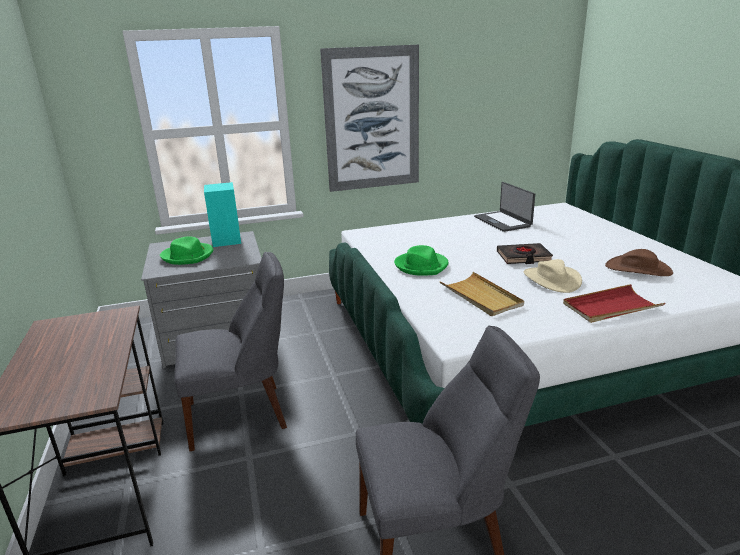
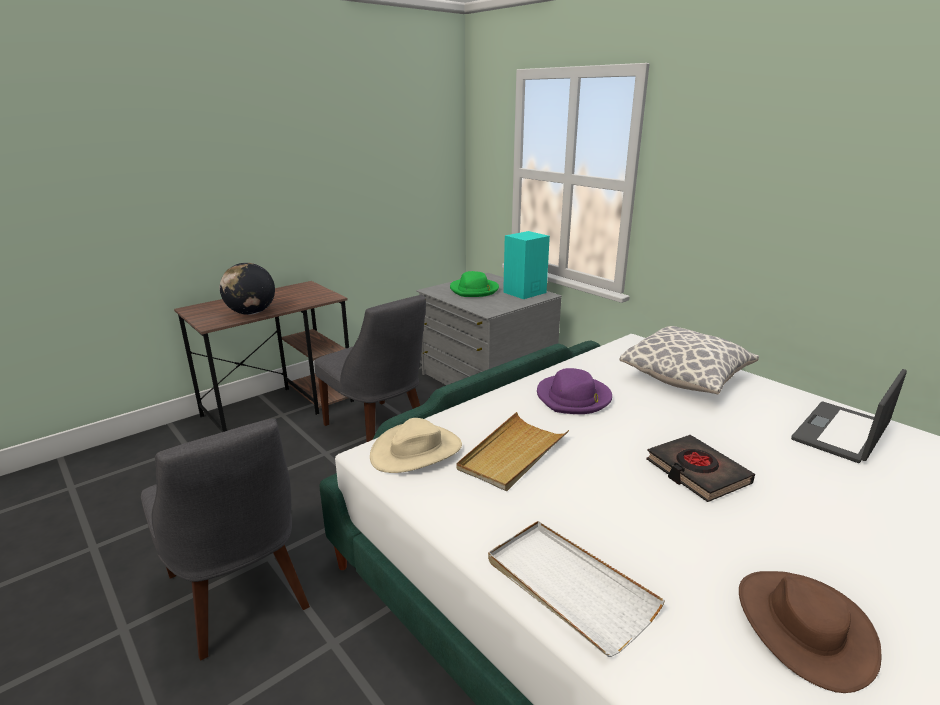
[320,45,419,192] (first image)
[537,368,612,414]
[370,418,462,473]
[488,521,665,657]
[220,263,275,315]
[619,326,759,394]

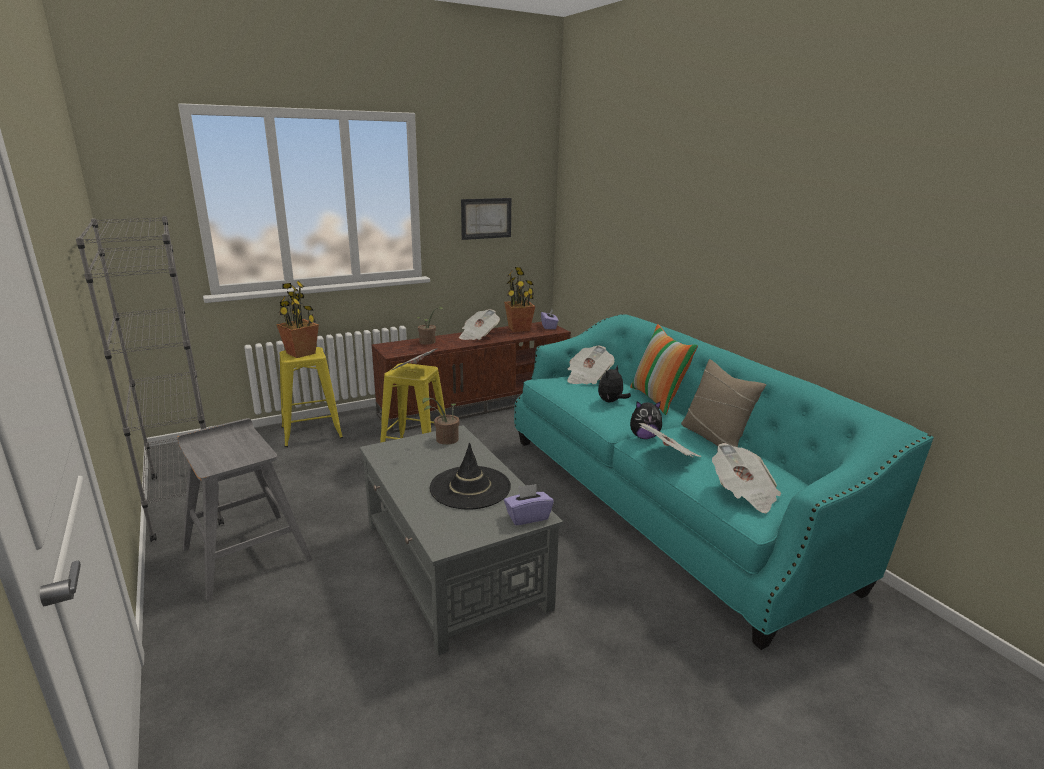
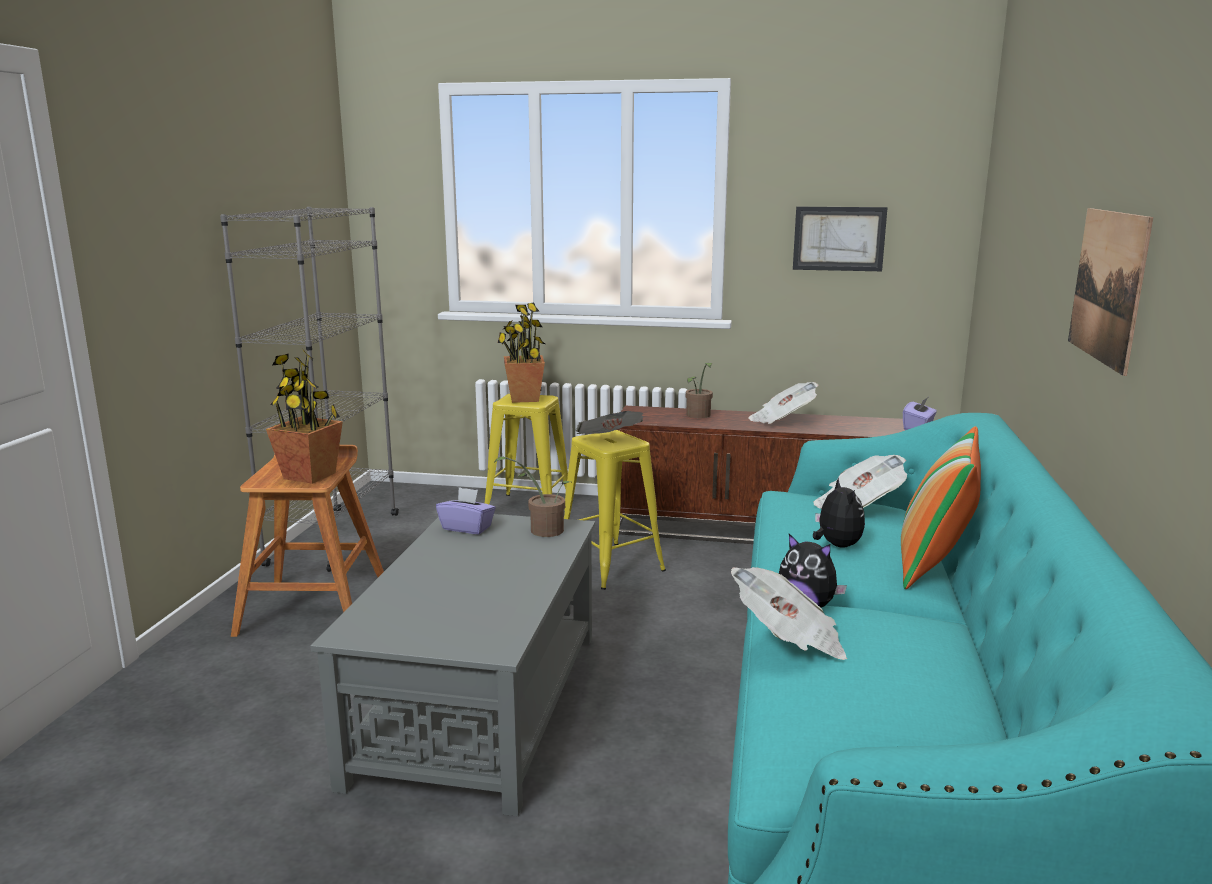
[266,350,343,484]
[681,359,766,447] (first image)
[813,477,865,548]
[231,445,384,637]
[430,443,511,509] (first image)
[712,443,781,513] (first image)
[436,487,496,535]
[1068,208,1153,376]

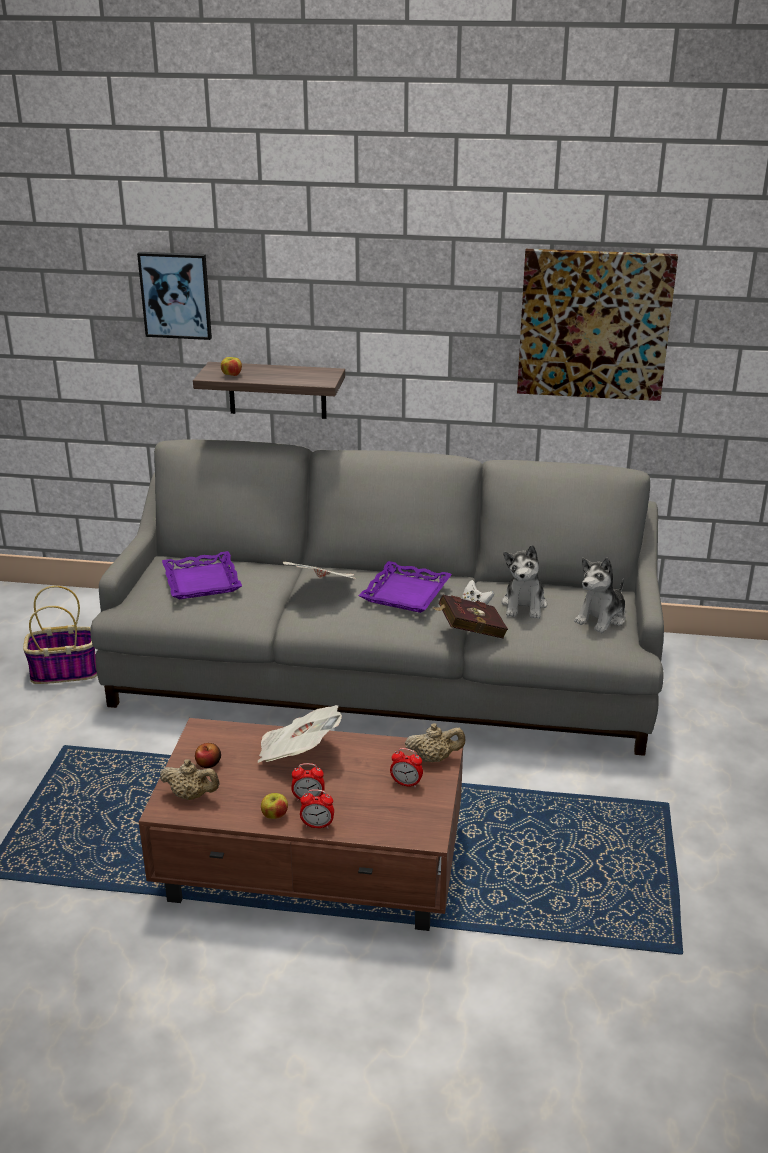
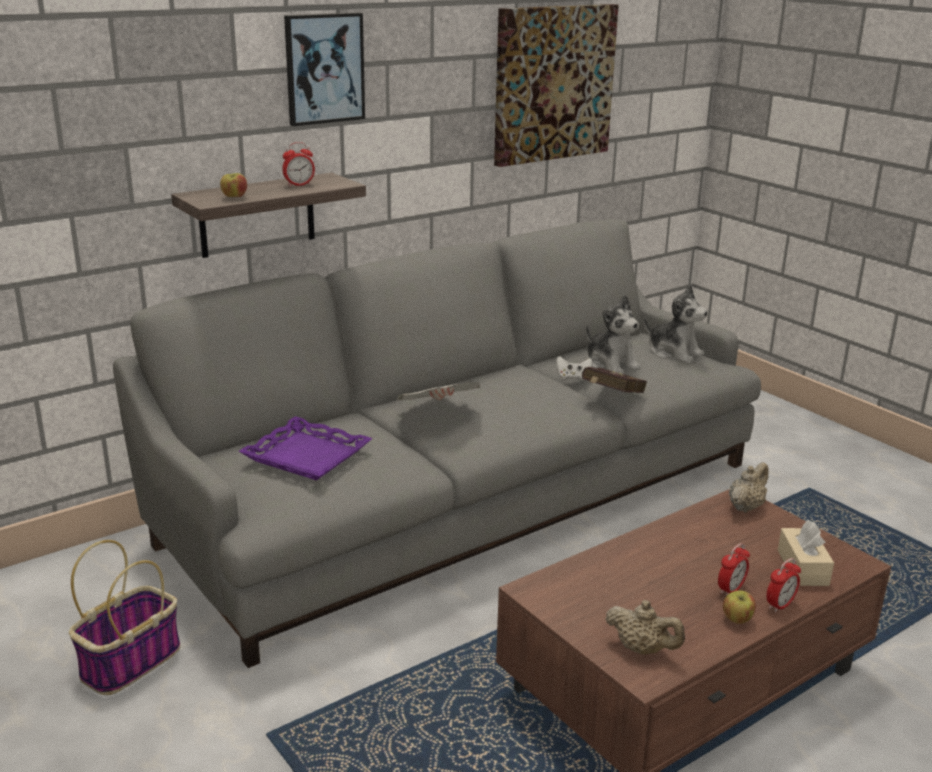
[284,13,365,126]
[644,285,708,364]
[359,561,452,613] (first image)
[258,705,342,763] (first image)
[195,743,221,768] (first image)
[282,142,315,187]
[605,600,685,655]
[778,520,834,586]

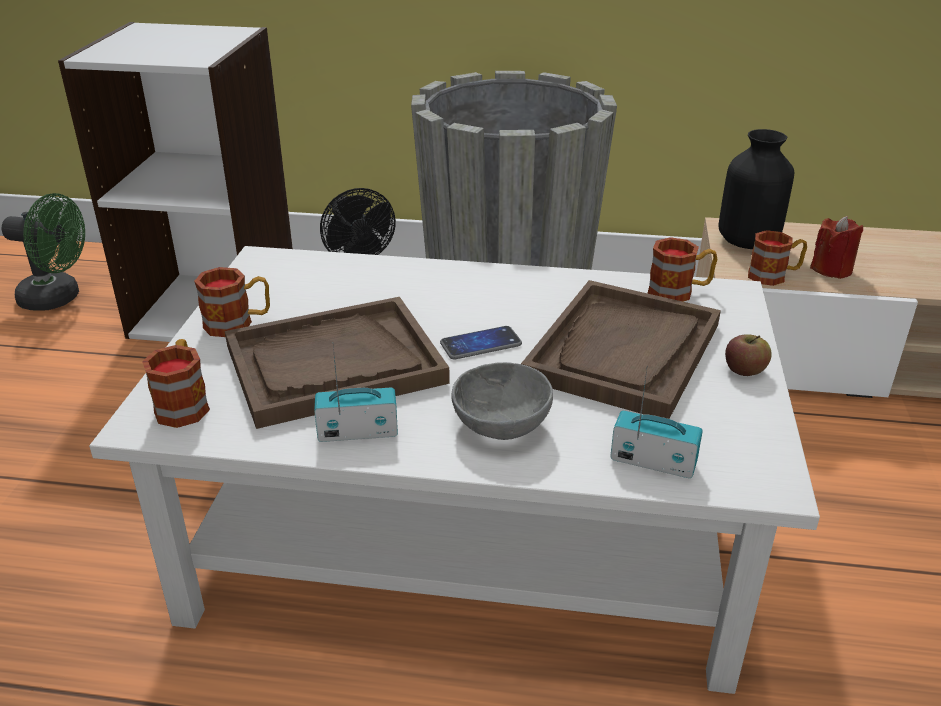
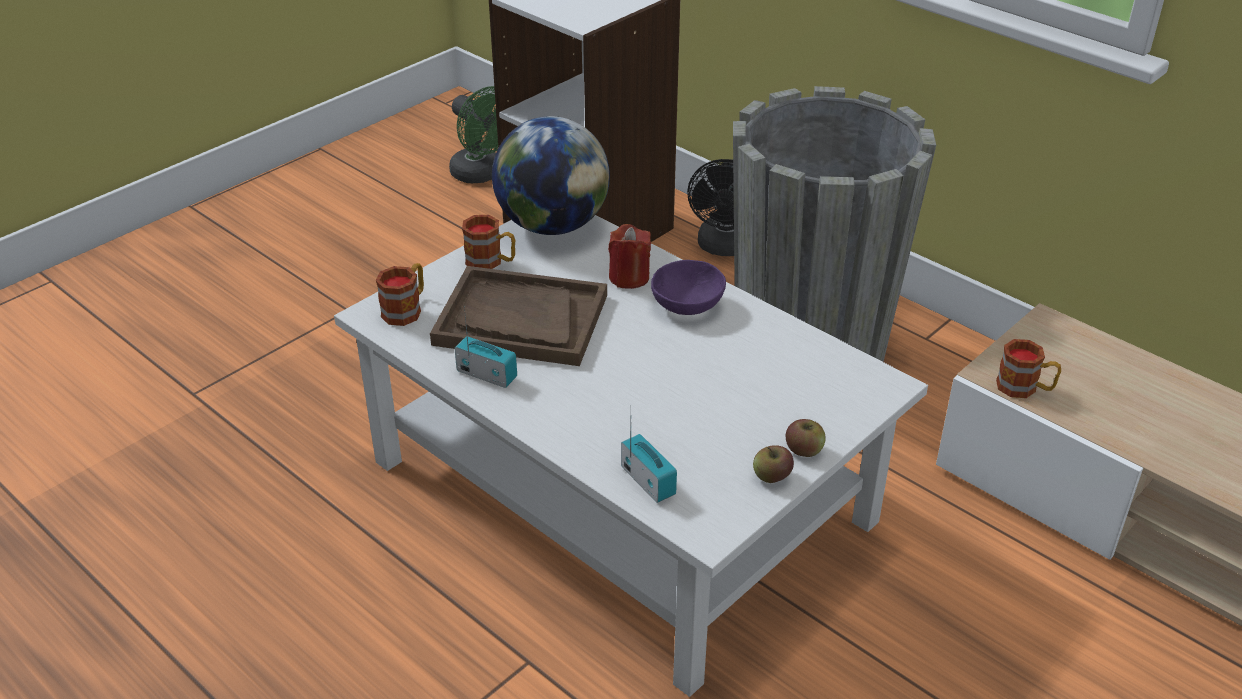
[719,129,794,249] (first image)
[608,224,651,289]
[648,237,718,302] (first image)
[521,280,721,419] (first image)
[440,326,522,360] (first image)
[451,362,553,440] (first image)
[492,116,610,235]
[651,260,726,315]
[753,445,794,483]

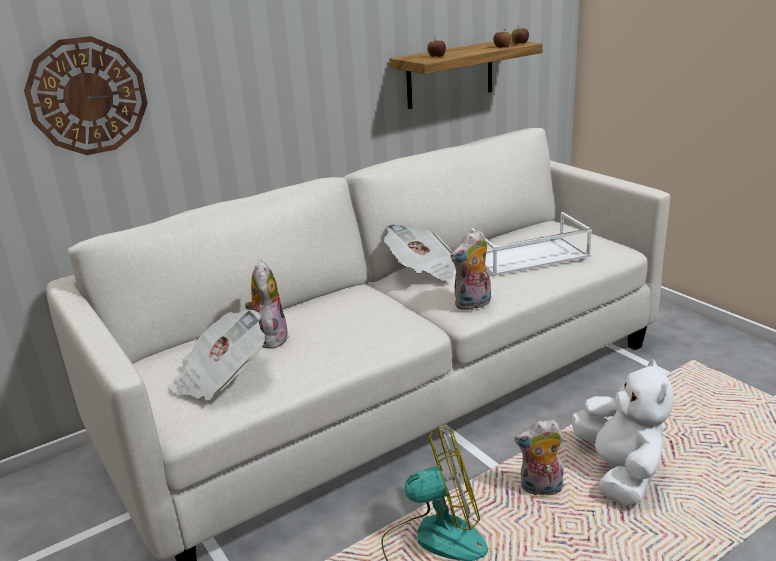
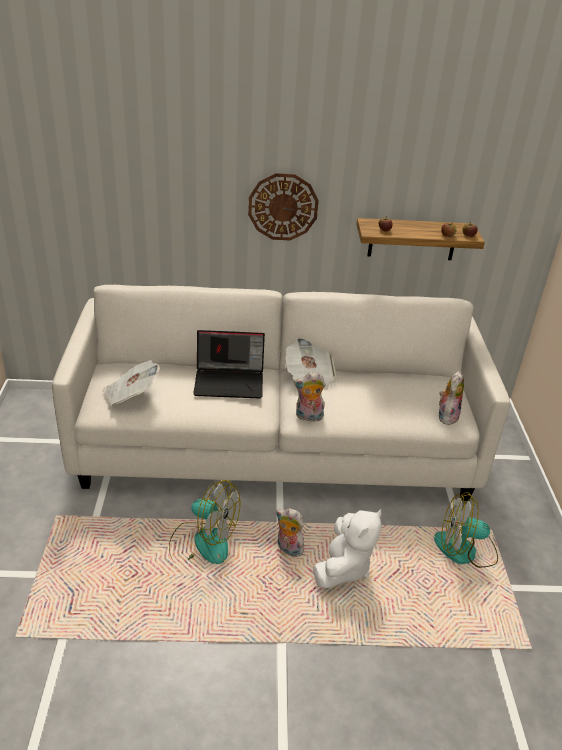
[248,173,319,240]
[471,212,592,276] (first image)
[439,371,464,425]
[193,330,265,398]
[434,492,498,568]

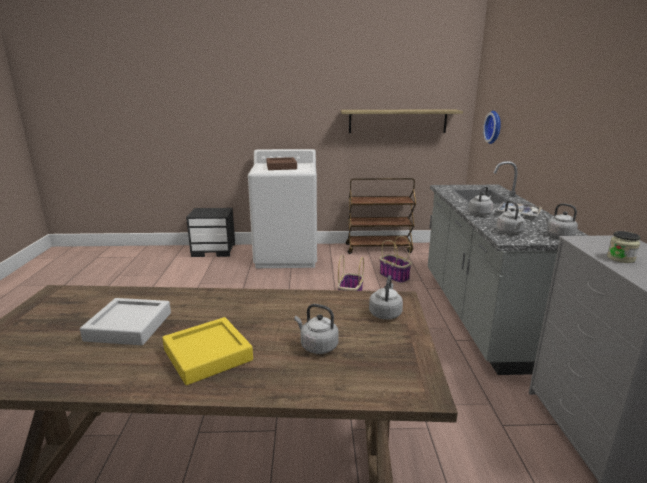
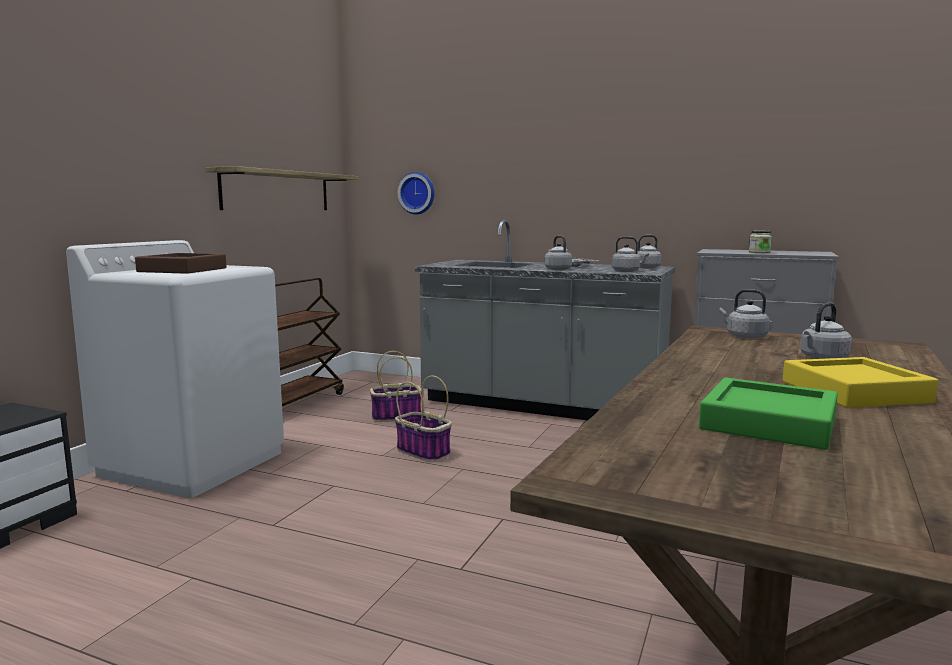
[699,378,838,450]

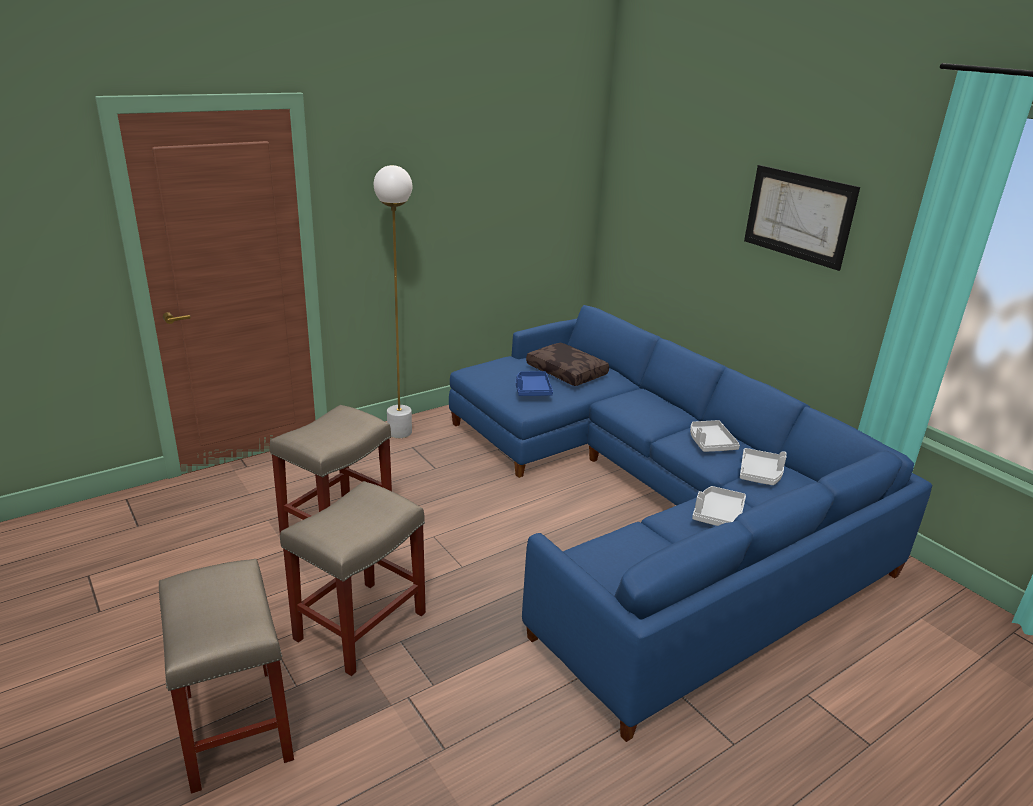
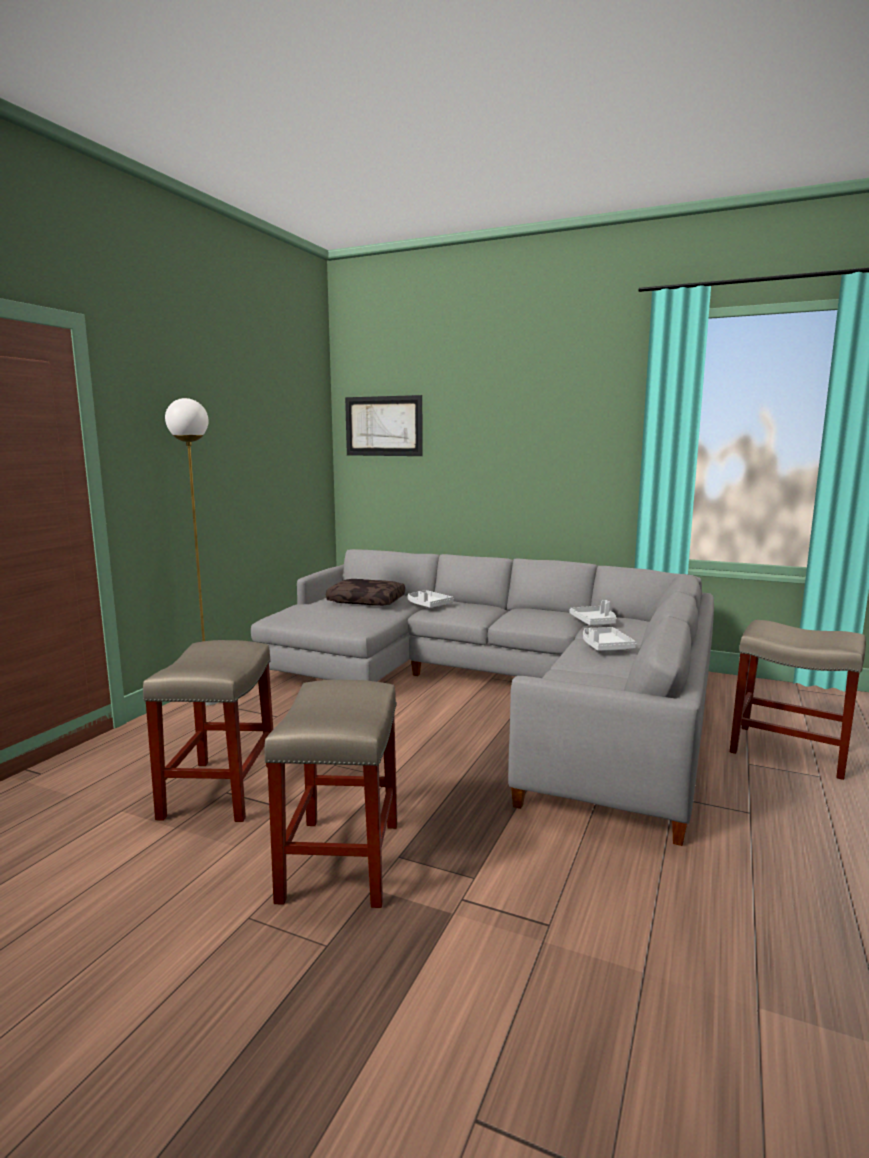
[345,395,423,456]
[251,549,714,846]
[516,371,553,396] (first image)
[407,590,454,608]
[730,620,866,780]

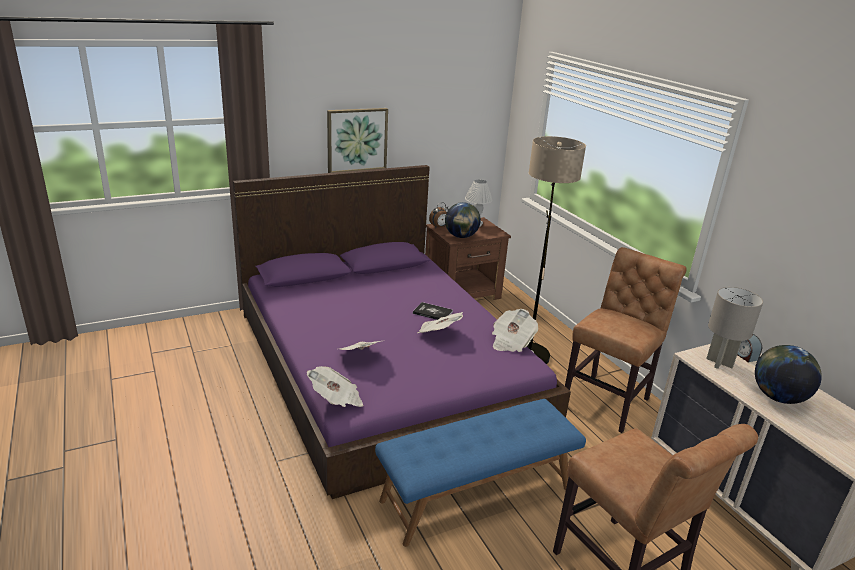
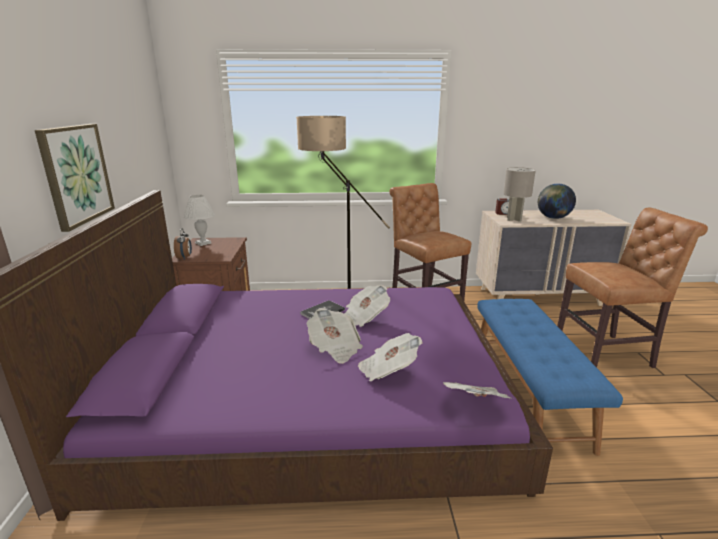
[445,202,481,238] (first image)
[307,308,363,364]

